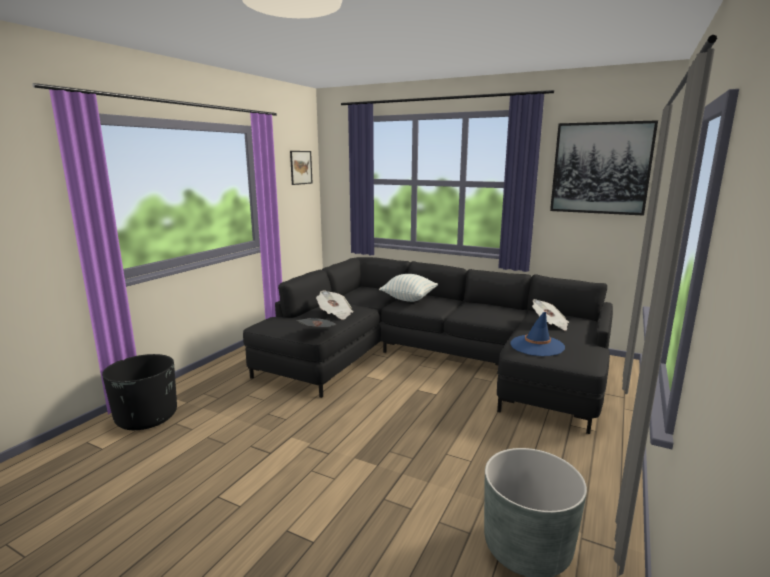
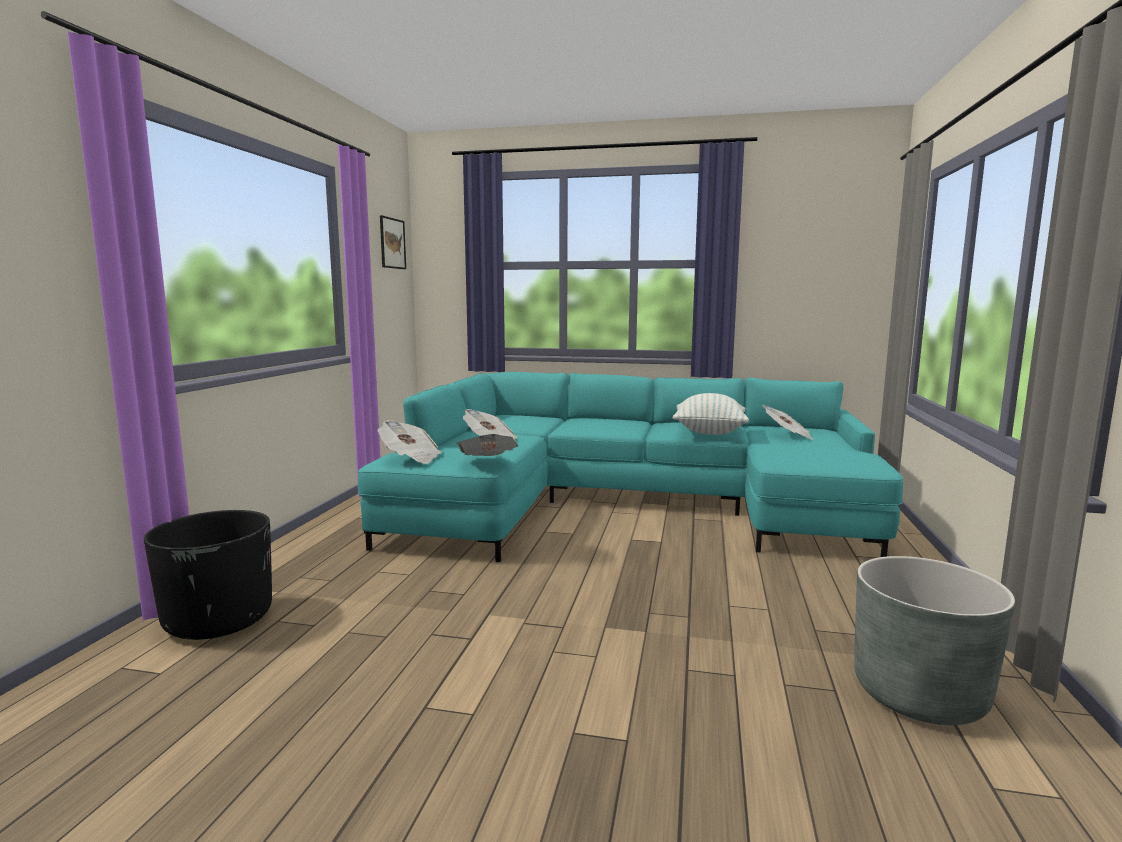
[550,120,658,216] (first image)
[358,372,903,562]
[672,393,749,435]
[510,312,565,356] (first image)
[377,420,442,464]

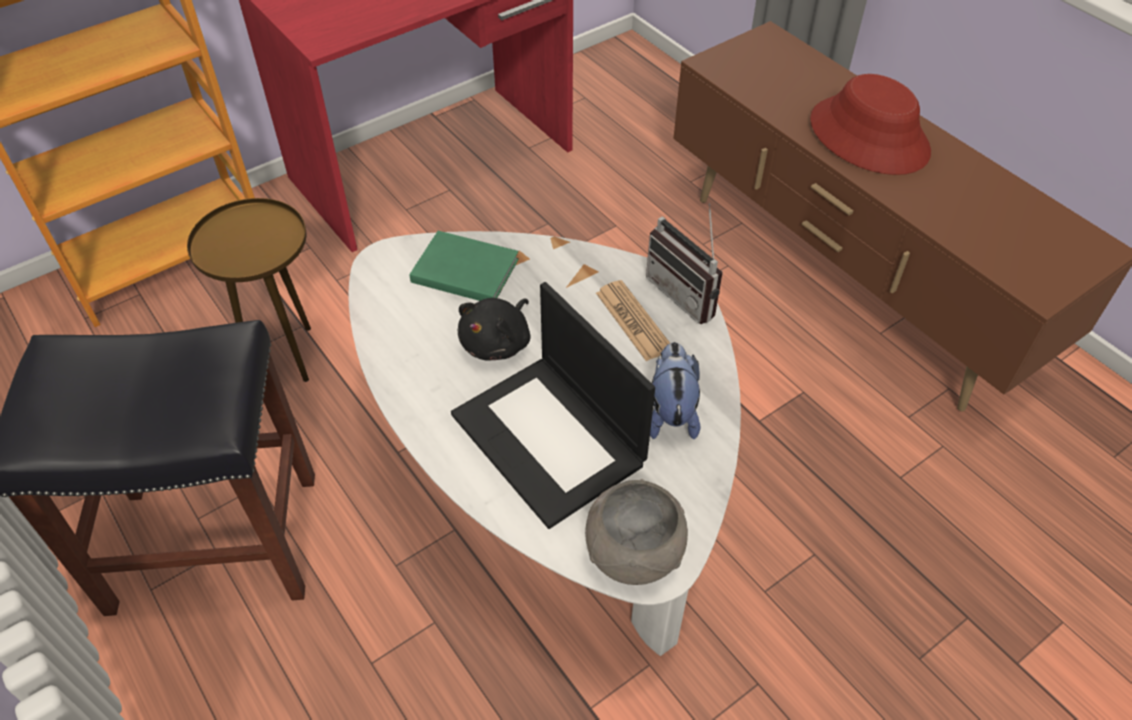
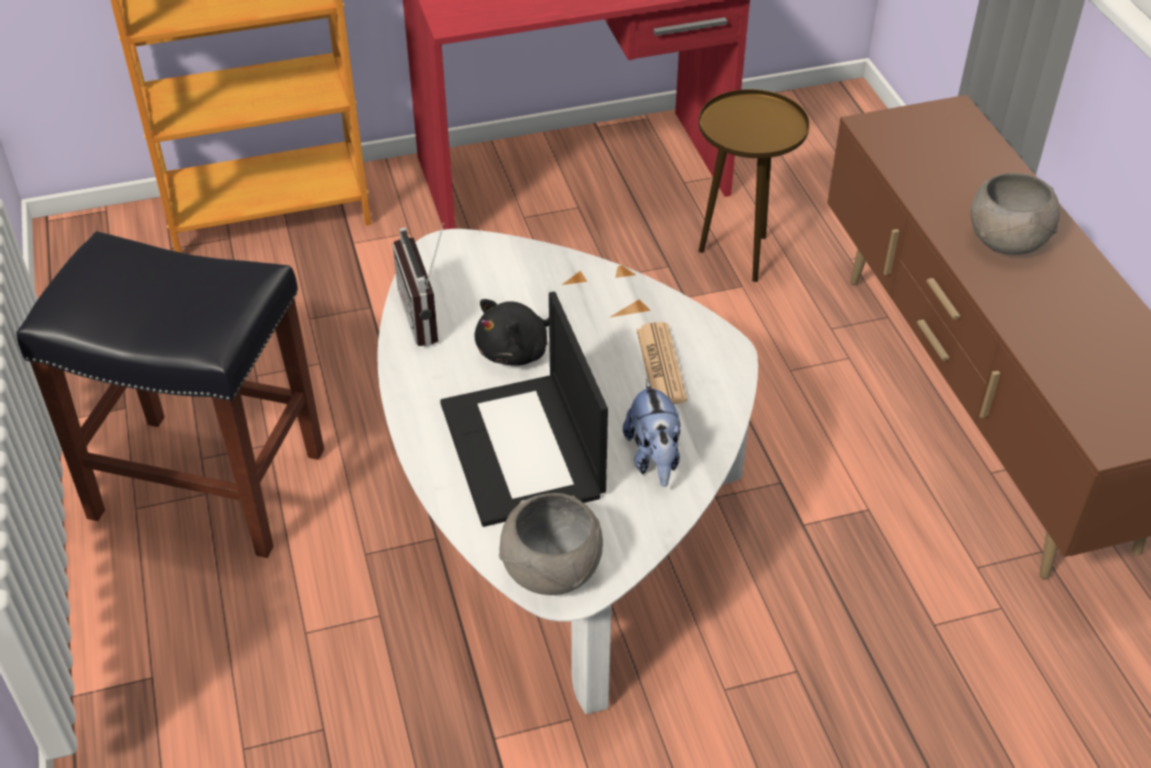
[971,173,1060,255]
[698,89,810,282]
[392,223,444,346]
[409,231,519,301] (first image)
[623,379,680,487]

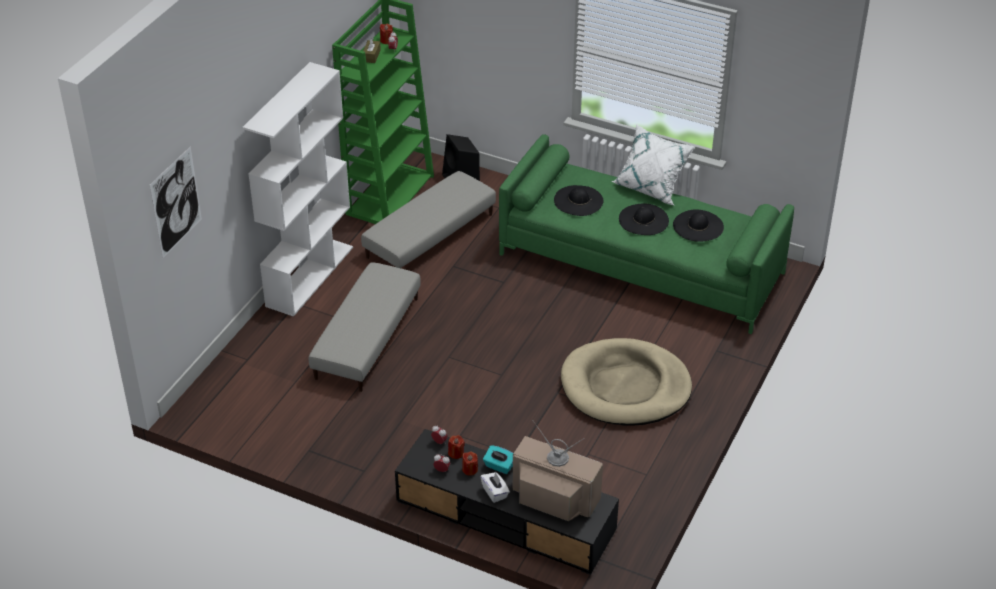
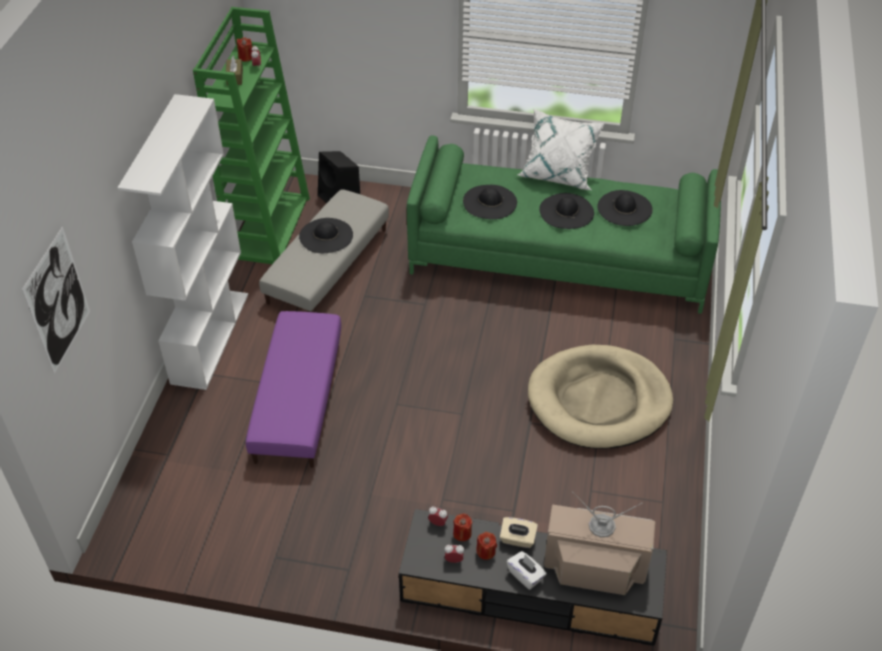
[246,311,341,468]
[500,517,538,548]
[299,218,353,253]

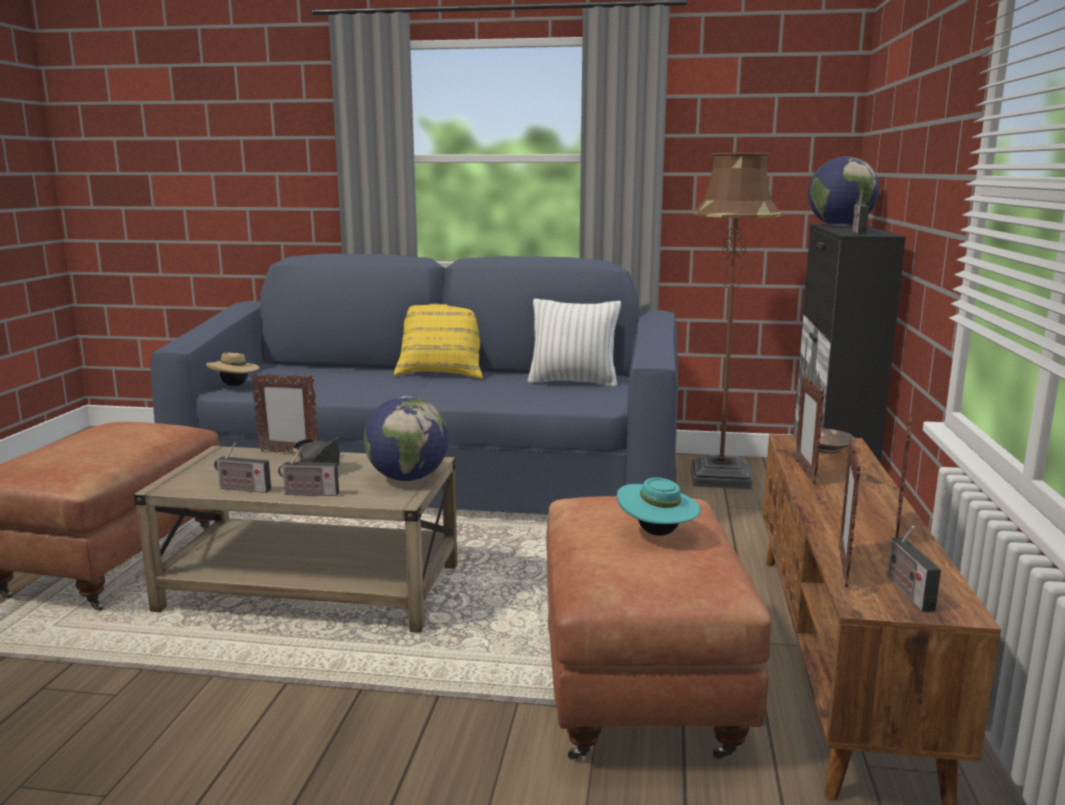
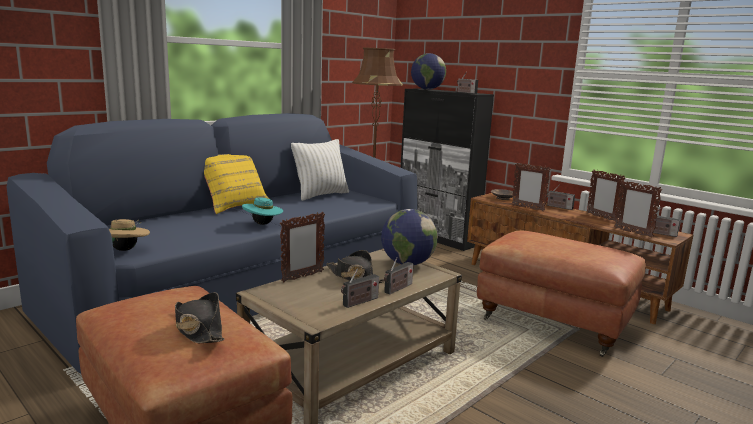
[242,197,283,225]
[546,184,575,210]
[175,292,224,343]

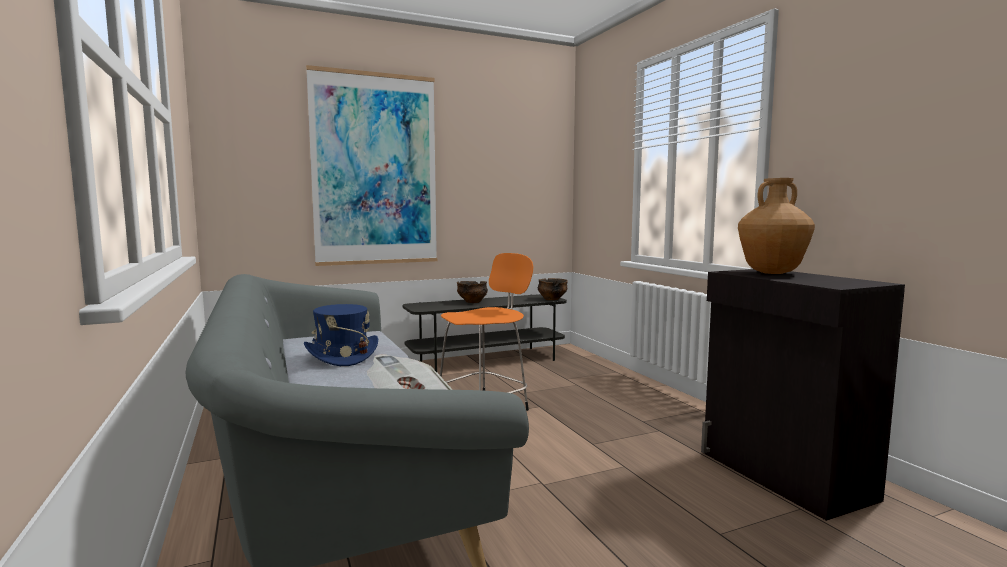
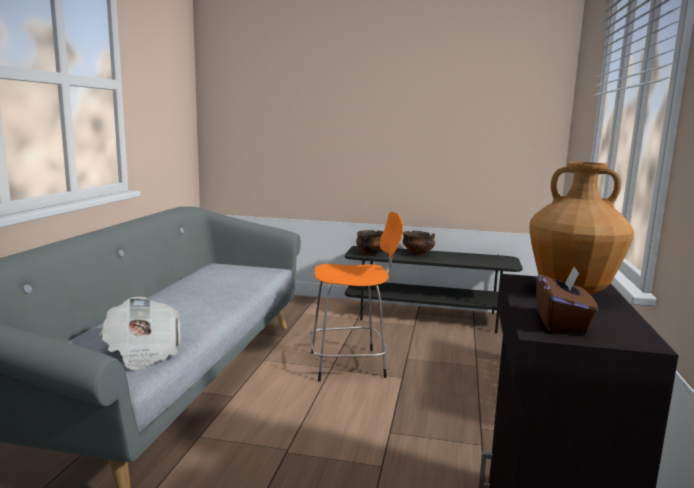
[306,65,437,266] (first image)
[356,230,383,255]
[304,304,378,366] (first image)
[536,265,598,334]

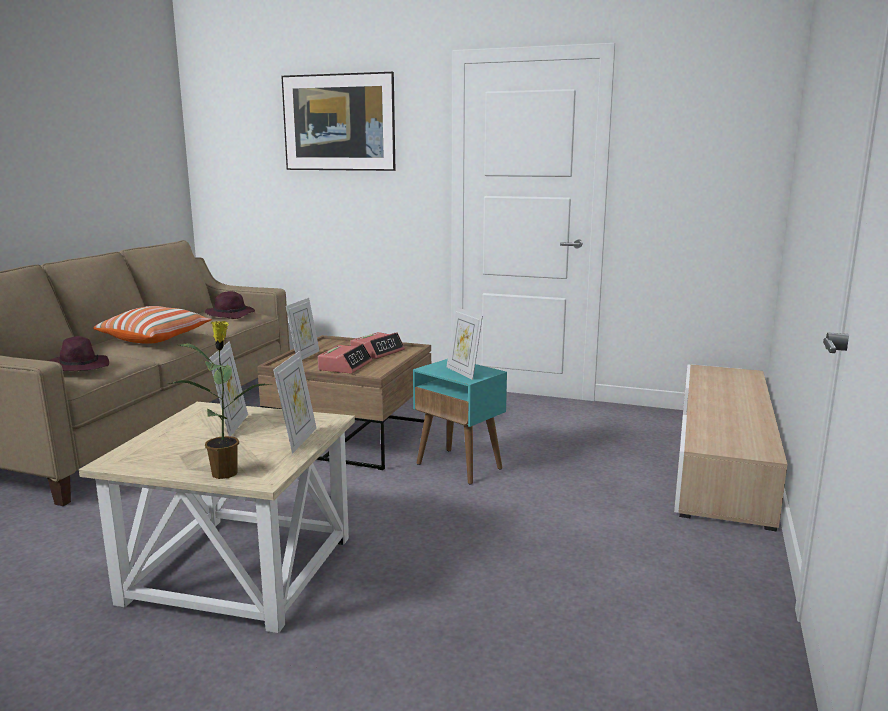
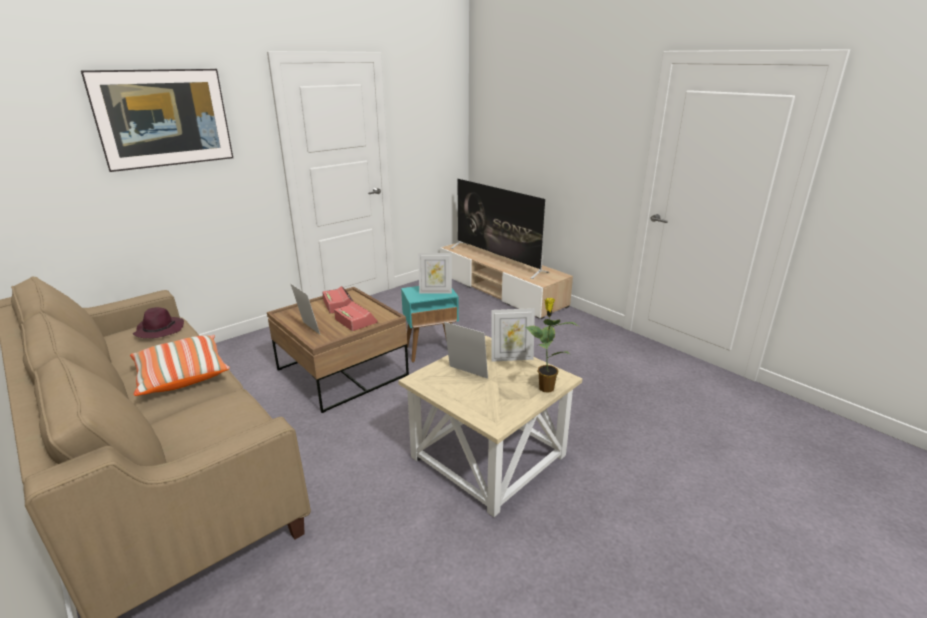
[49,336,109,371] (first image)
[491,308,535,362]
[451,179,549,279]

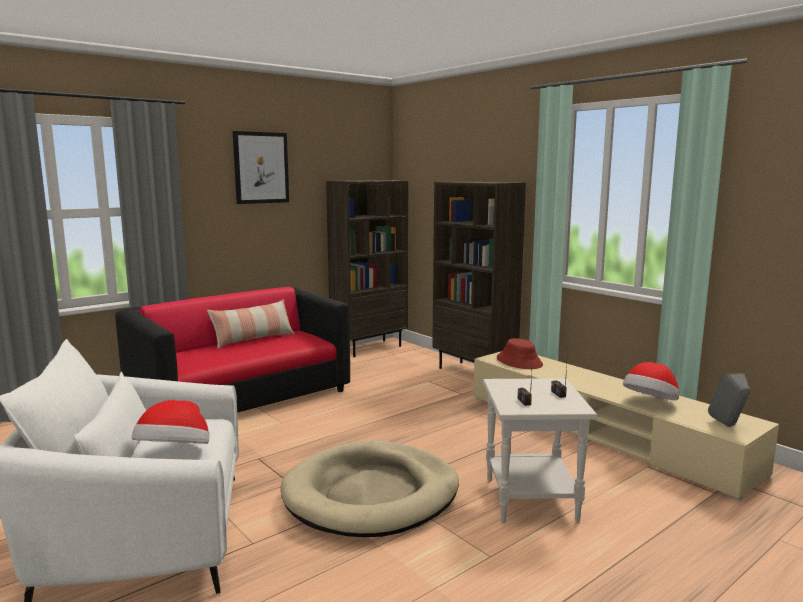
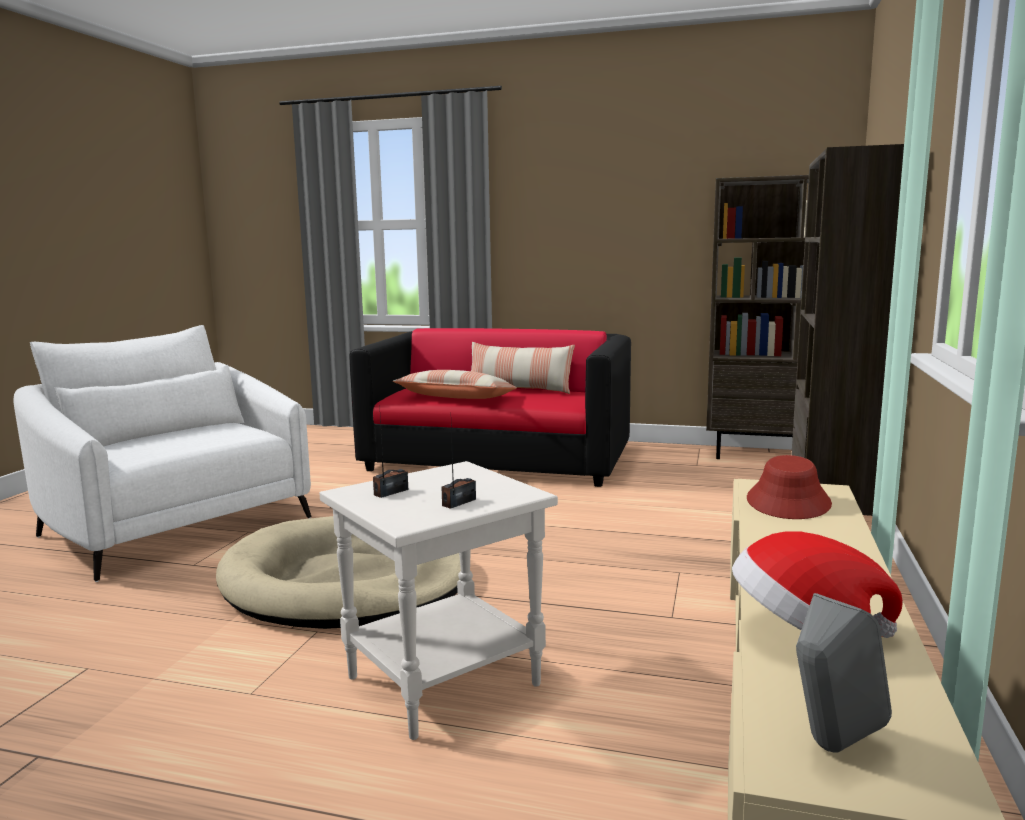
[233,131,289,204] (first image)
[132,400,209,444] (first image)
[393,370,517,399]

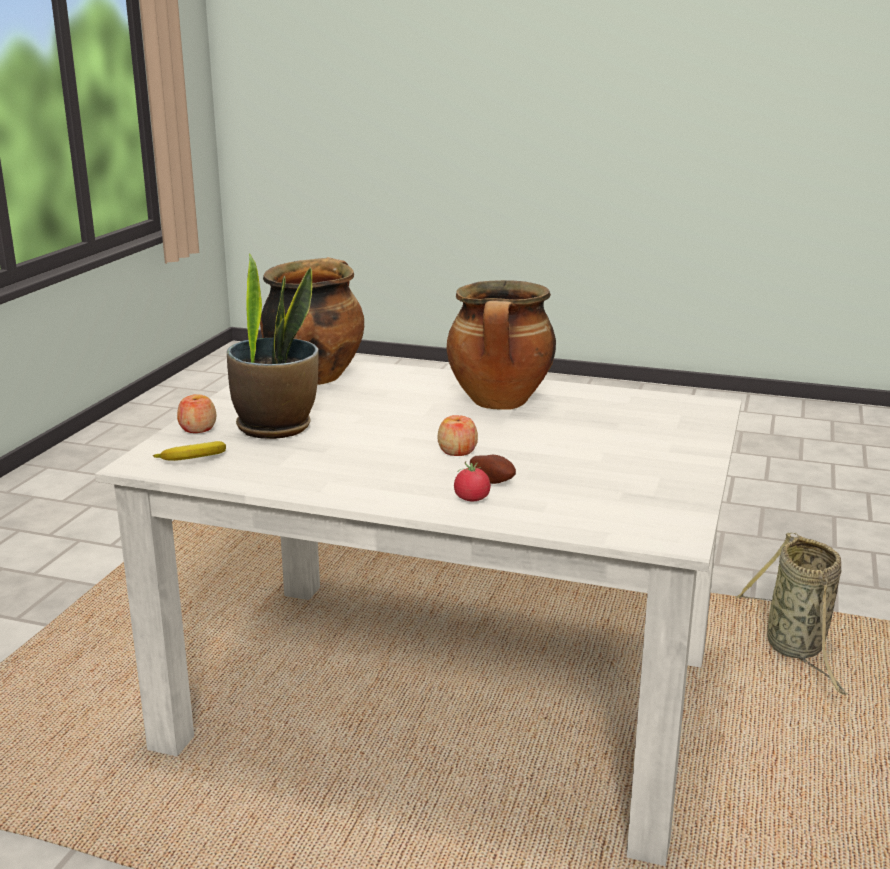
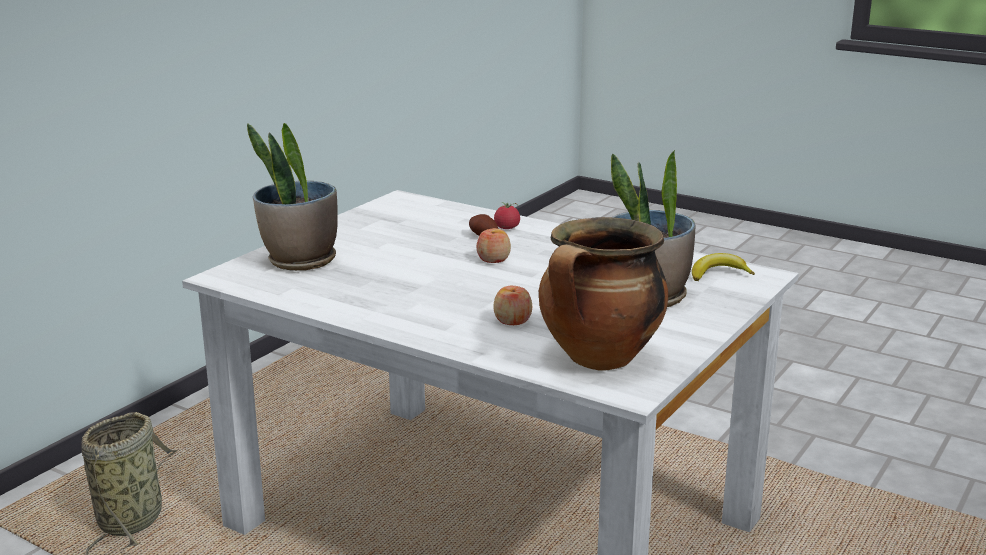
[447,280,556,410] (first image)
[493,286,532,325]
[247,123,338,271]

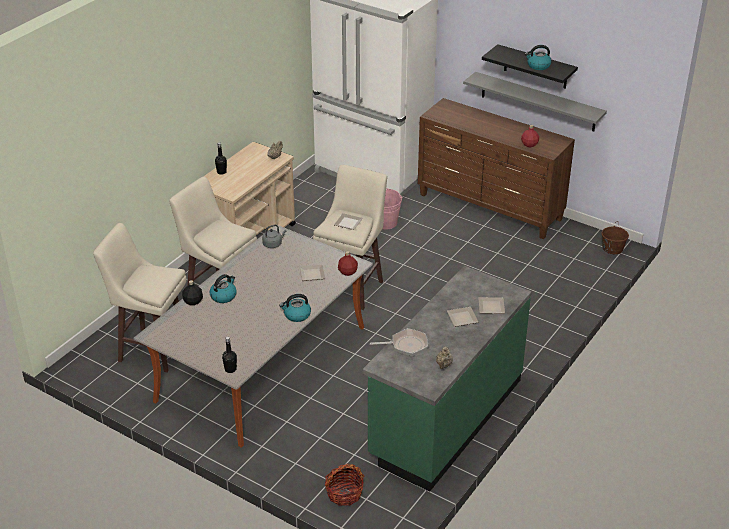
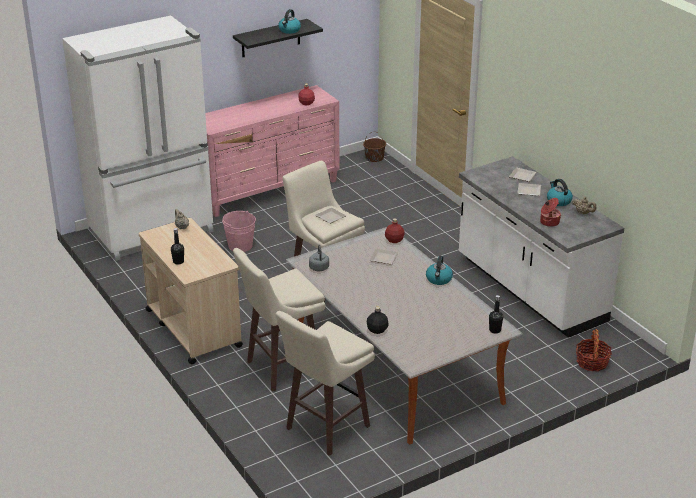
[463,72,607,132] (first image)
[205,85,339,217]
[459,156,624,338]
[547,179,573,206]
[540,198,561,227]

